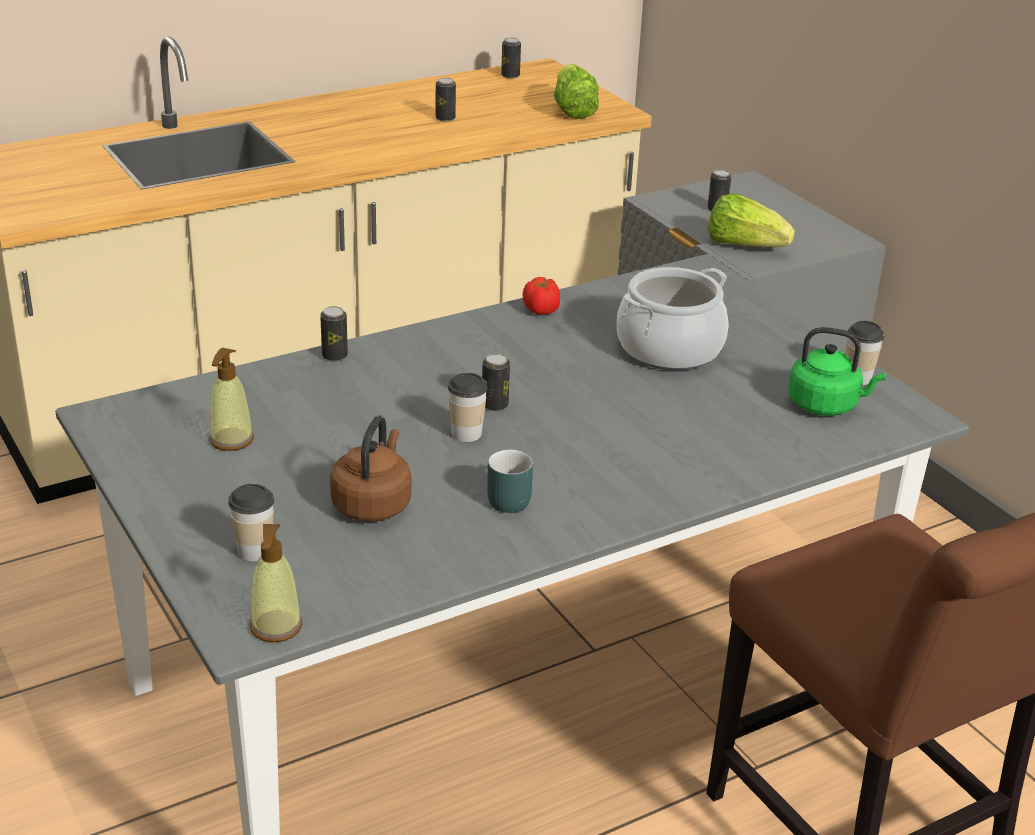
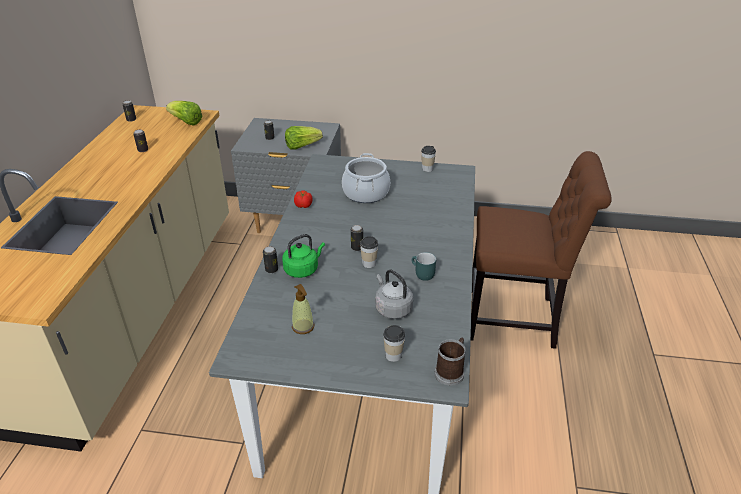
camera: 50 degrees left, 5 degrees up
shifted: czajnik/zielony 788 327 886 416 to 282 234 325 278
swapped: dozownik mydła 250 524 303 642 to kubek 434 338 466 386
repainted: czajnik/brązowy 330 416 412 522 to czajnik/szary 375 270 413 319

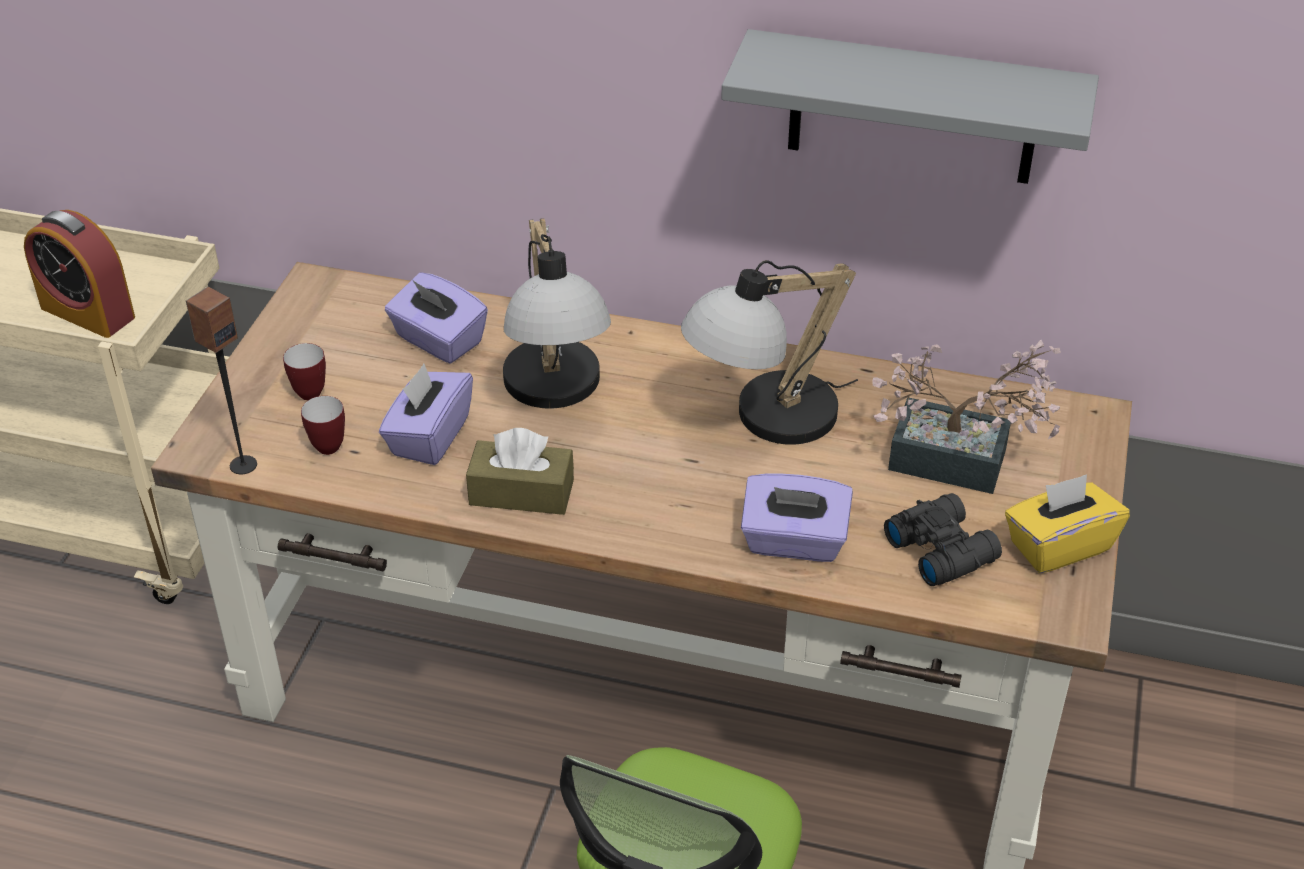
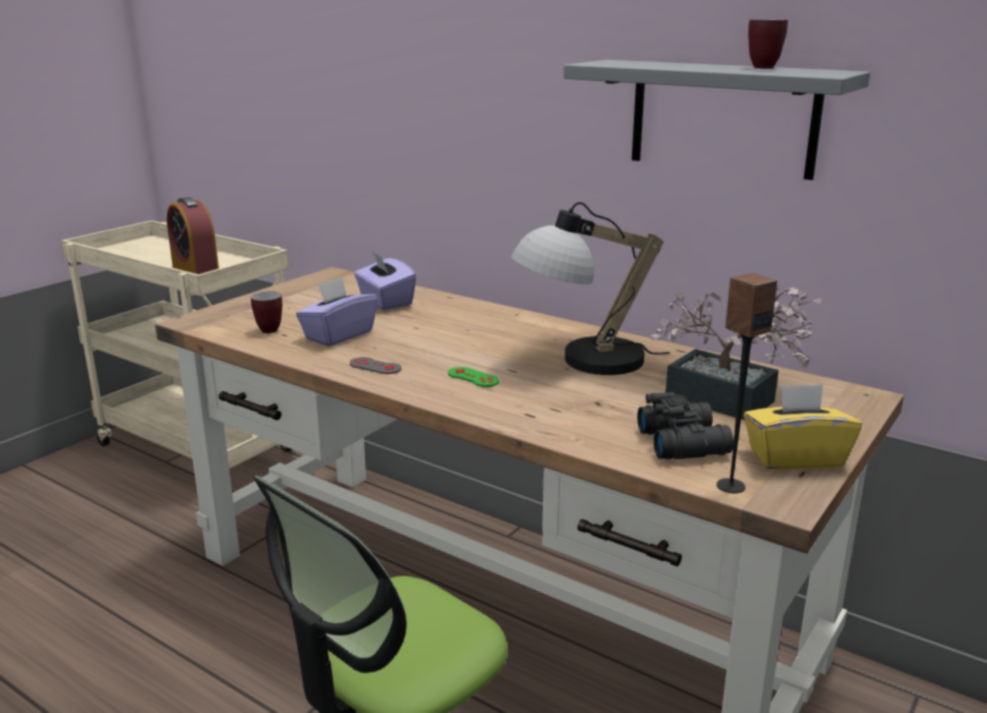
camera: 20 degrees right, 20 degrees down
gone: lampa stołowa 503 218 611 409; pudełko chusteczek/fioletowy 741 473 853 562
new: pad do gier/zielony 448 367 499 387
shifted: głośnik 186 287 257 474 to 716 273 777 493; kubek 283 343 326 400 to 748 19 788 69
swapped: pudełko chusteczek/brązowy 466 428 574 515 to pad do gier/szary 350 357 401 374

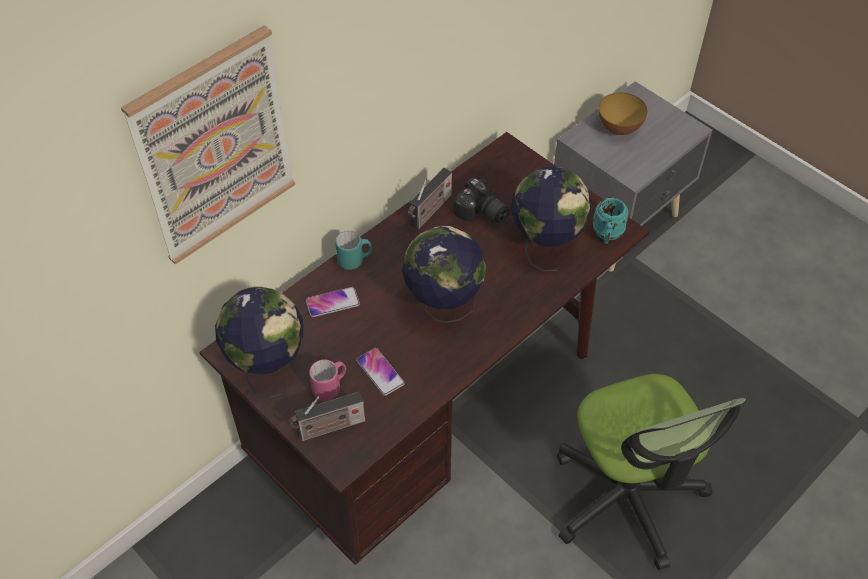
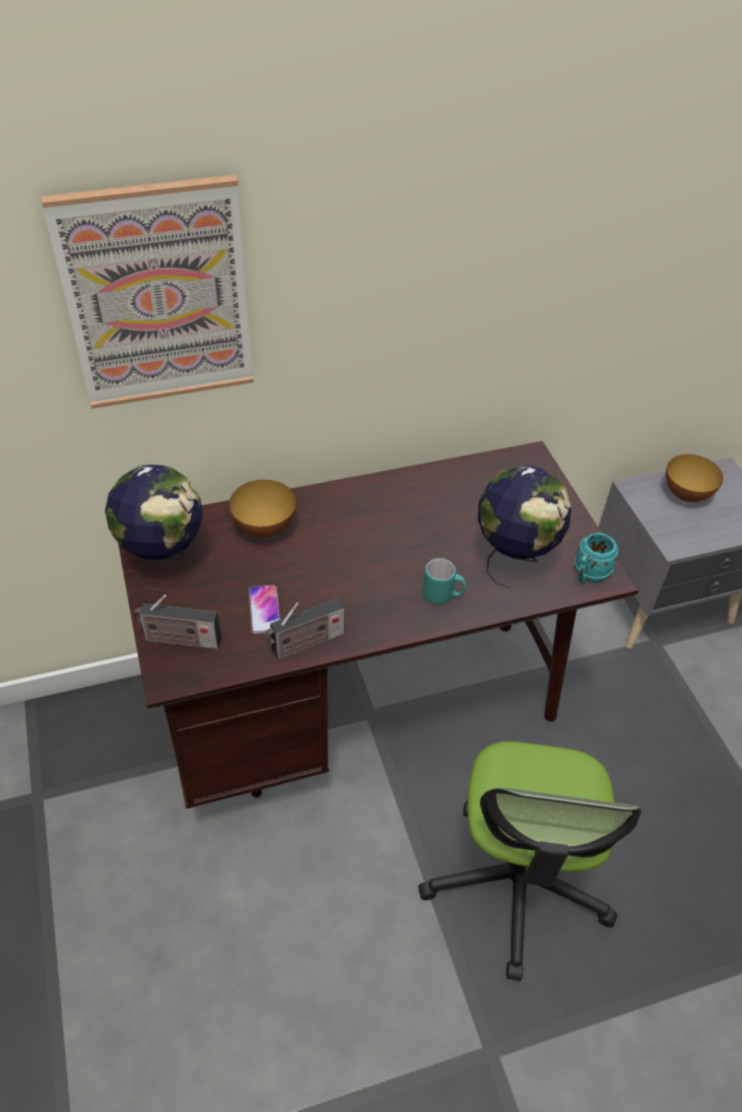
camera: 25 degrees right, 5 degrees down
gone: kubek/różowy 309 359 346 401; globus 402 226 486 323; aparat fotograficzny 453 178 510 224
shifted: radio 408 168 452 230 to 264 598 345 660; kubek/turkusowy 335 231 372 270 to 423 558 466 604
swapped: telefon 306 287 360 317 to miska 229 480 296 538

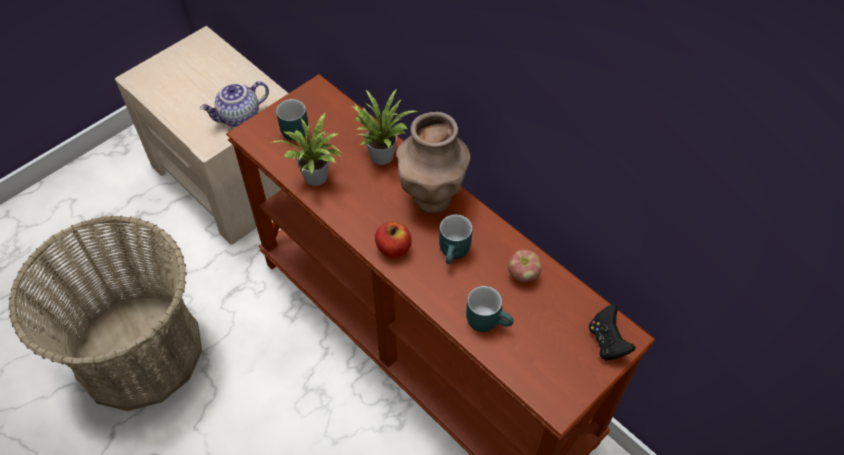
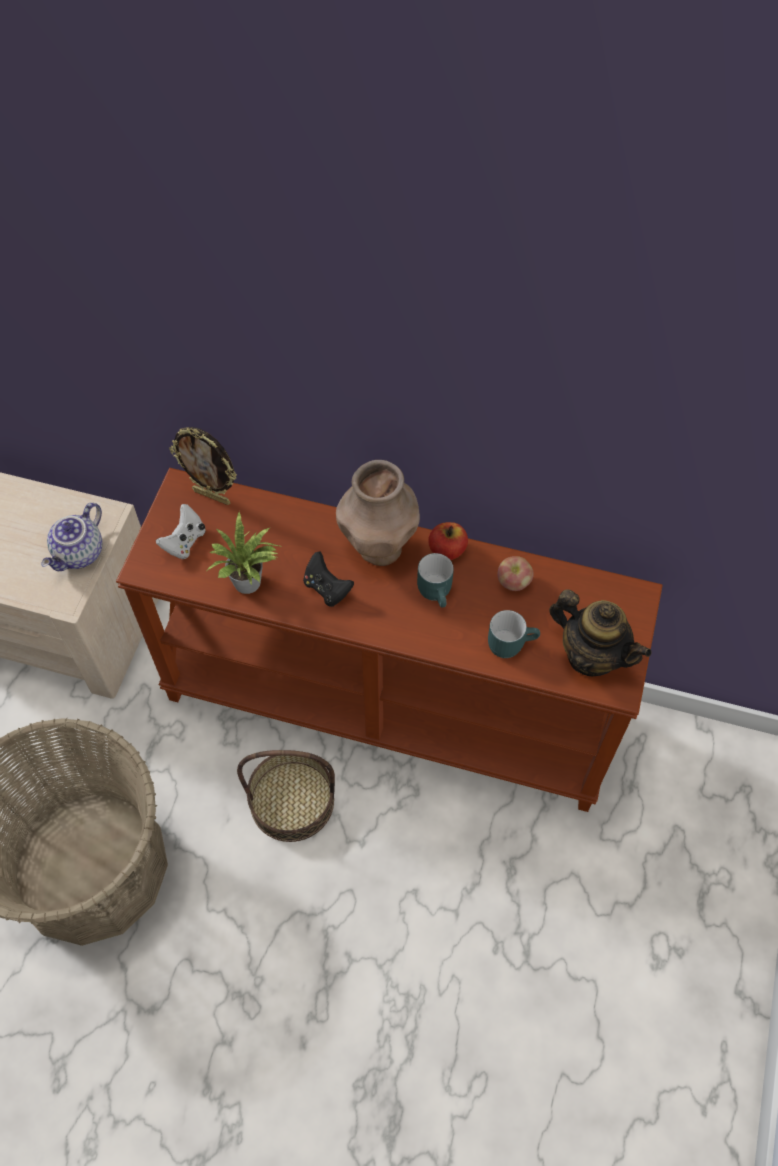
camera: 30 degrees left, 5 degrees up
gone: roślina doniczkowa 352 89 417 165
new: ramka na zdjęcie 169 427 237 505; koszyk 237 750 335 842; imbryk 549 589 652 676
shifted: pad do gier/czarny 589 304 636 361 to 303 552 354 607; jabłko 375 222 412 258 to 428 522 468 560
swapped: kubek/turkusowy 276 99 308 141 to pad do gier/biały 156 504 206 559

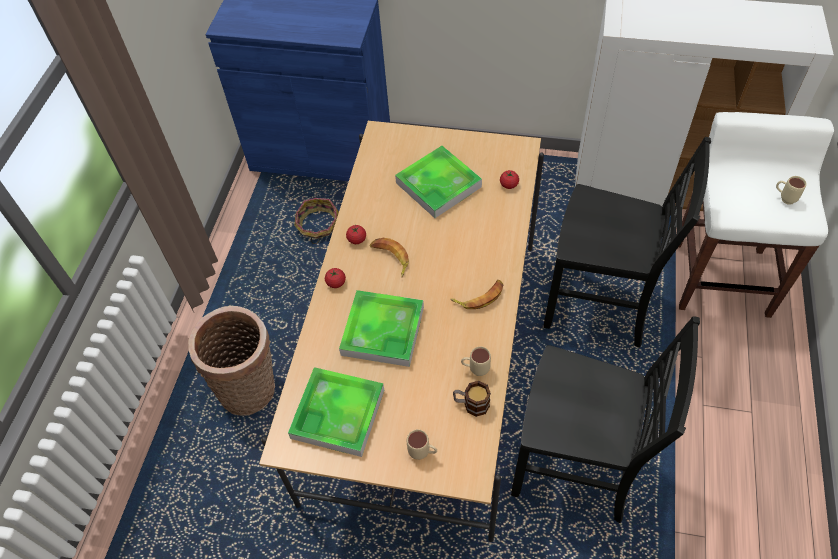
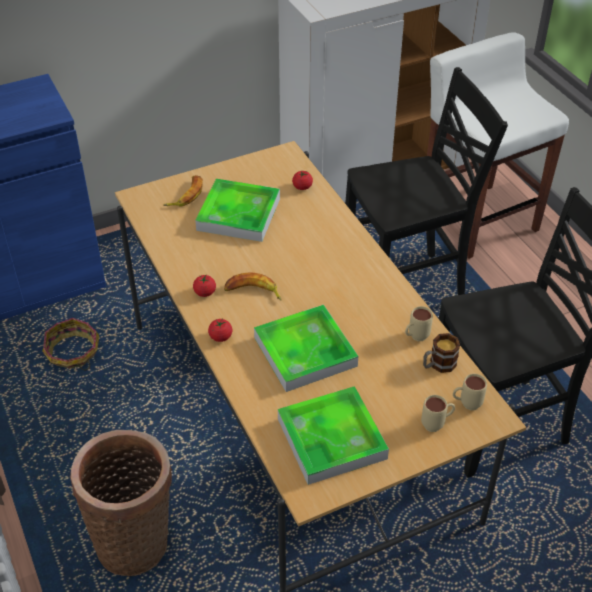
camera: 40 degrees left, 10 degrees down
shifted: banan 450 280 504 309 to 163 175 203 206; kubek/beżowy 776 176 806 205 to 453 374 487 410

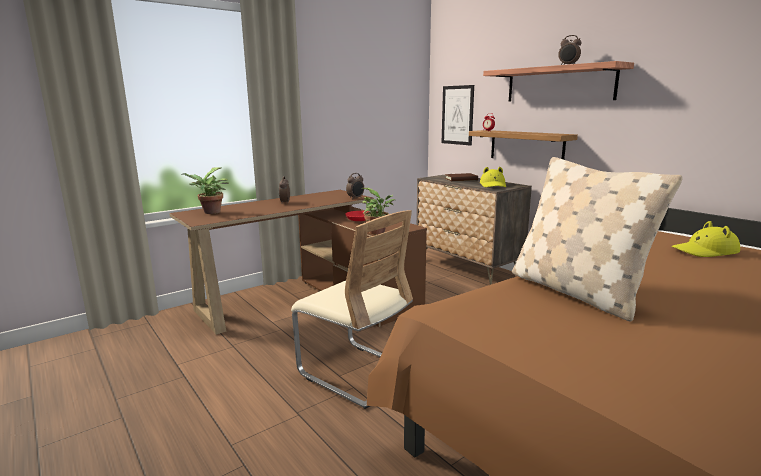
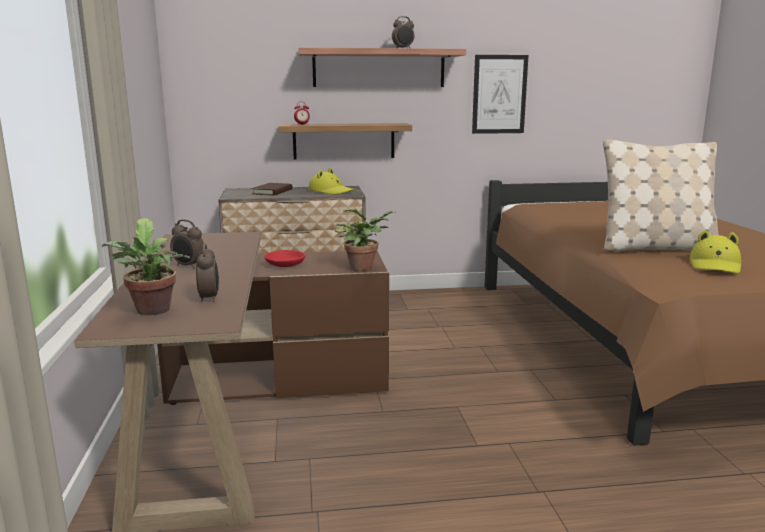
camera: 60 degrees left, 0 degrees up
gone: krzesło/beżowy 291 210 413 409
shifted: budzik 346 173 364 198 to 196 243 219 302; obraz 442 85 474 146 to 472 55 529 134; kapelusz/żółty 672 221 740 257 to 690 230 741 273

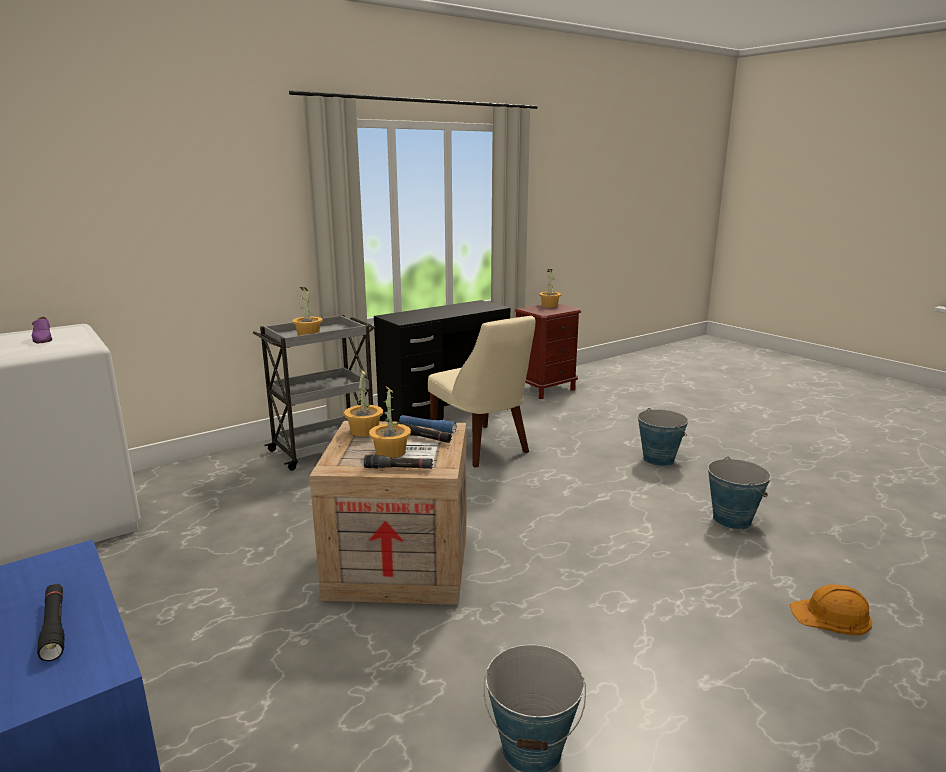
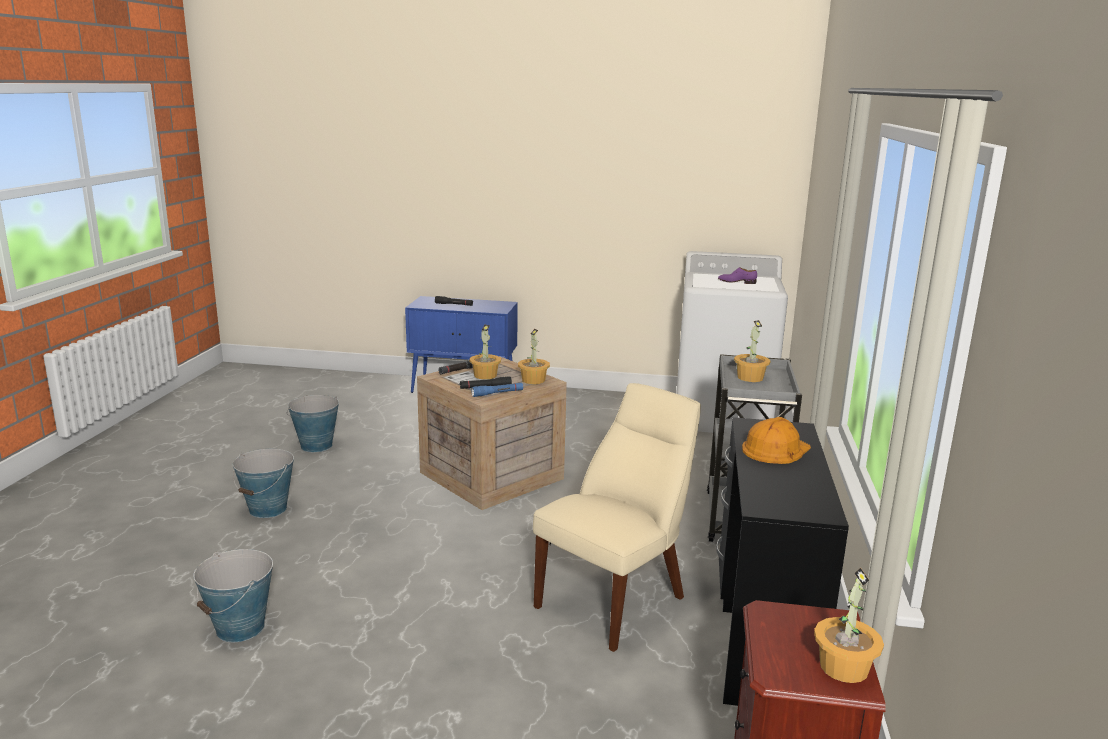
camera: 135 degrees right, 0 degrees up
shifted: wiadro 638 408 688 466 to 233 449 294 518; kask/pomarańczowy 790 585 872 636 to 742 417 811 464
rotated: krzesło/beżowy 428 316 535 468 = 533 383 701 652 120 degrees clockwise

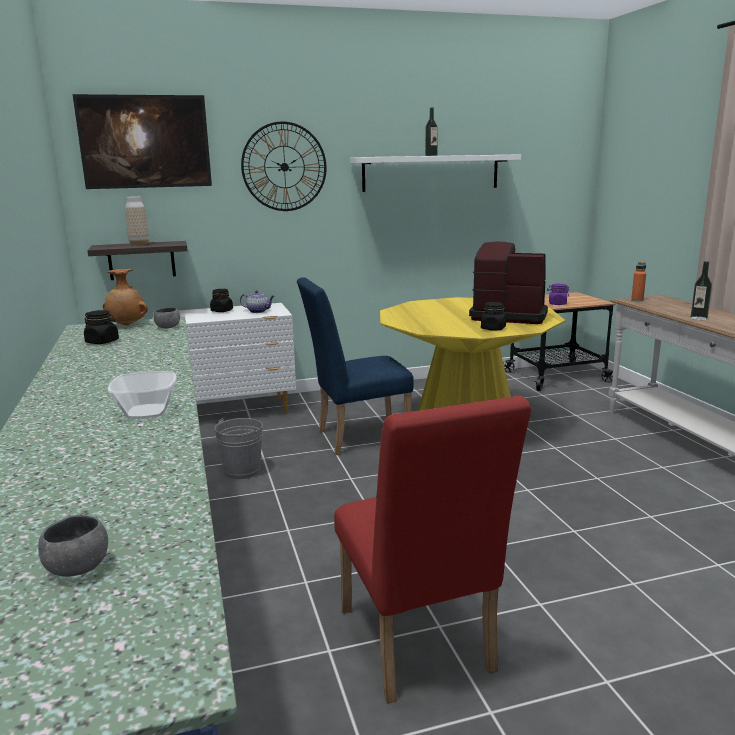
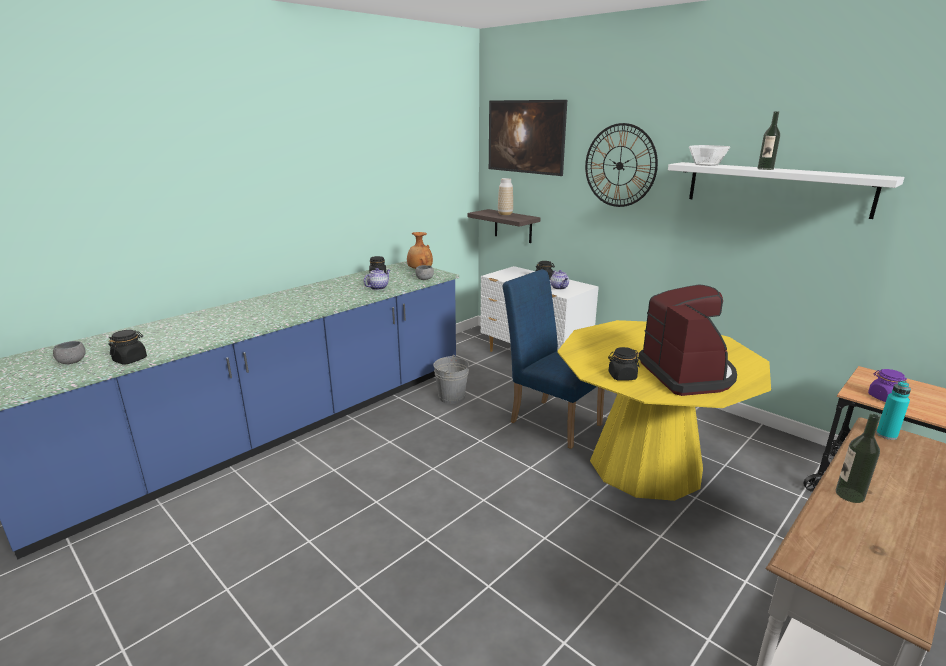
camera: 60 degrees right, 5 degrees up
gone: krzesło/czerwony 334 396 531 704
new: słoik/czarny 108 330 147 365; imbryk 364 268 390 290
shifted: miska 108 371 177 419 to 689 145 730 166
repainted: butelka/pomarańczowy 631 262 646 301 to butelka/turkusowy 876 381 911 440

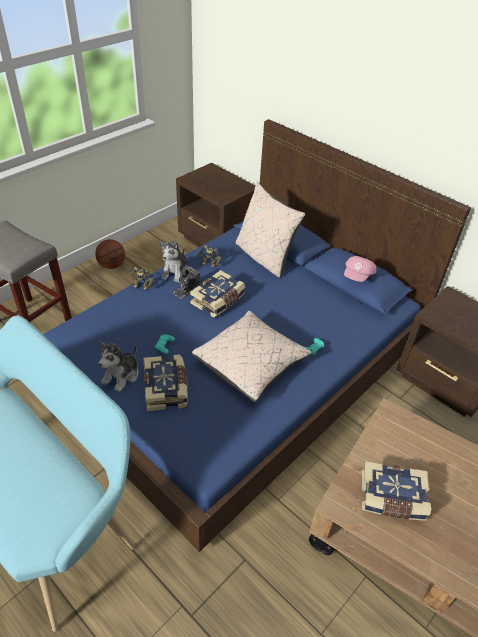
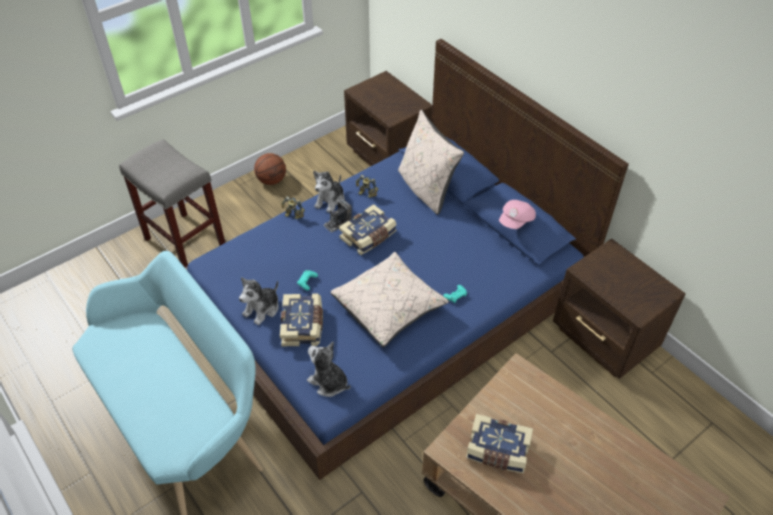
camera: 10 degrees right, 5 degrees up
new: pluszak 307 342 350 397

